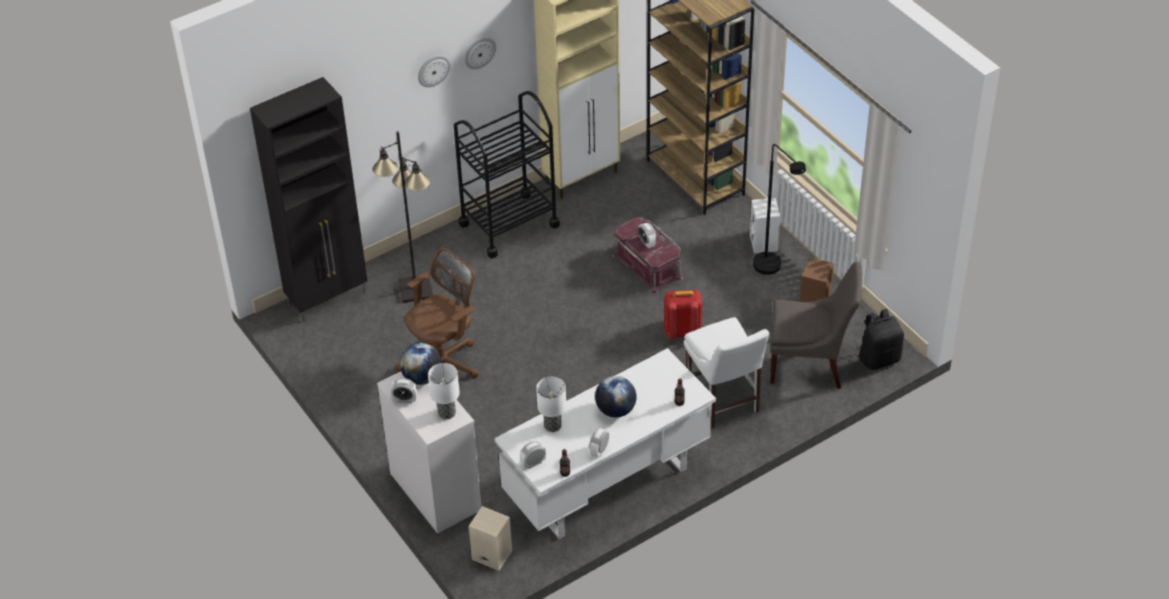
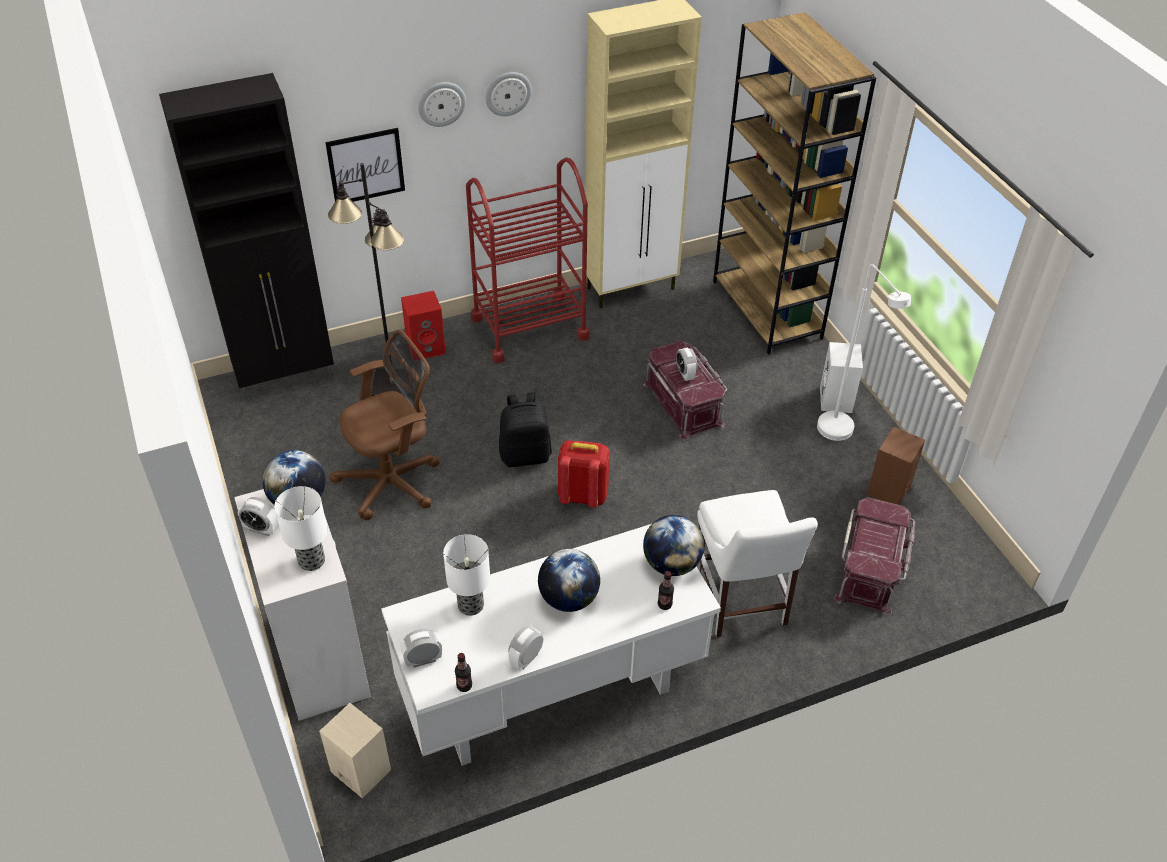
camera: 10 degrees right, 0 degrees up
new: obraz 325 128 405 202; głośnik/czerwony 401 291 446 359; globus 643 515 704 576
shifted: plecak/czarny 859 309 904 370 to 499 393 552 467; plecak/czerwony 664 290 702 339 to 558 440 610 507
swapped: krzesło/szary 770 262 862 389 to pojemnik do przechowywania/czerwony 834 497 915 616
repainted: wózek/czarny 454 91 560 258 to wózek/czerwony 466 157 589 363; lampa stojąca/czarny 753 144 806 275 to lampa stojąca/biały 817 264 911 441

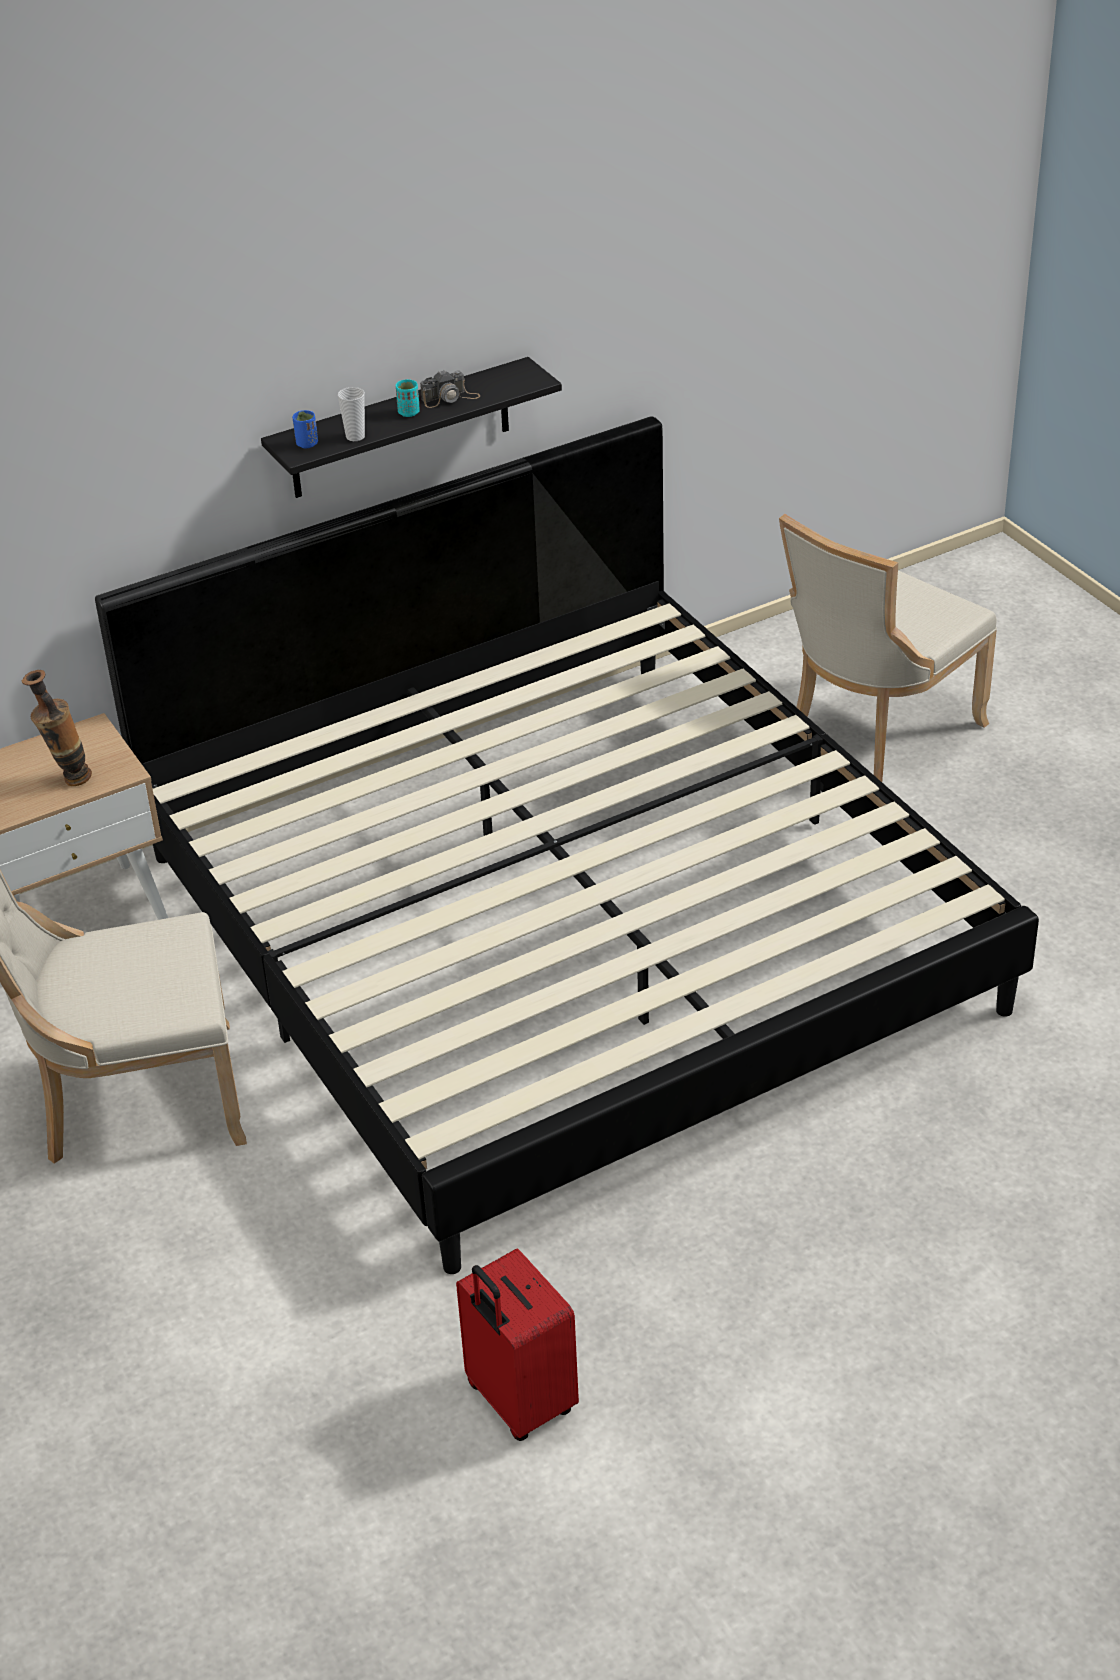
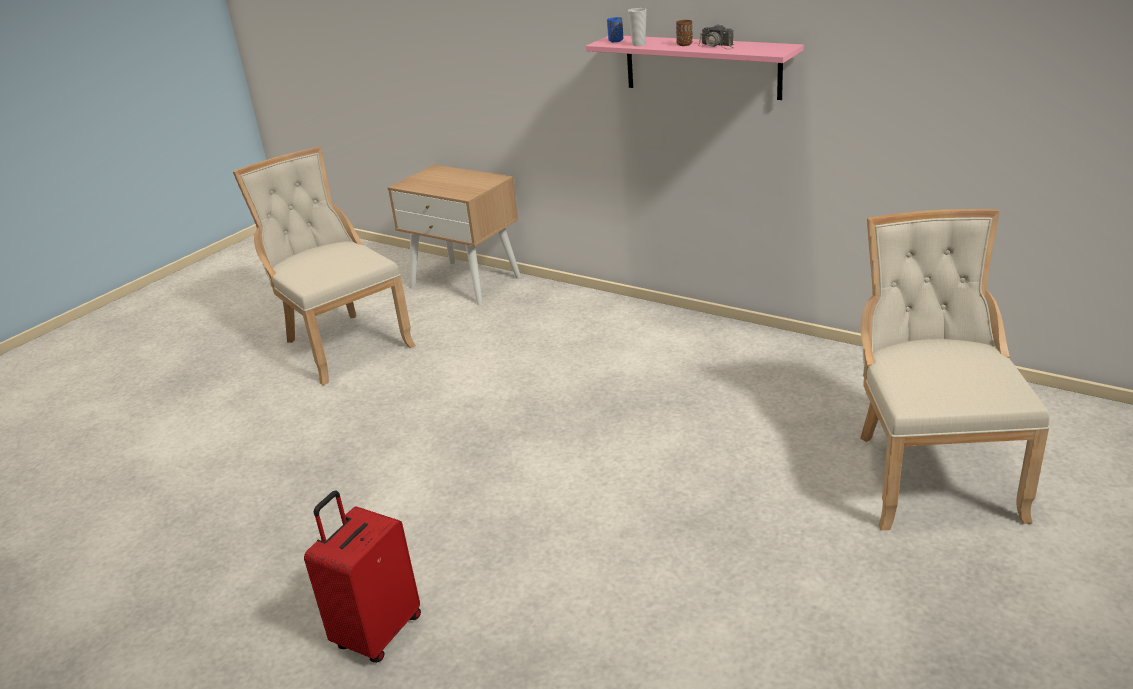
camera: 65 degrees right, 10 degrees down
gone: wazon 22 670 92 786; łóżko 95 416 1039 1274
shifted: walizka/czerwony 456 1248 579 1441 to 304 491 421 663
repainted: półka/czarny 261 357 562 498 to półka/różowy 586 36 804 100; filiżanka/turkusowy 396 379 420 417 to filiżanka/brązowy 676 20 692 46
rotated: krzesło/beżowy 779 514 997 782 = 860 209 1050 530 75 degrees clockwise

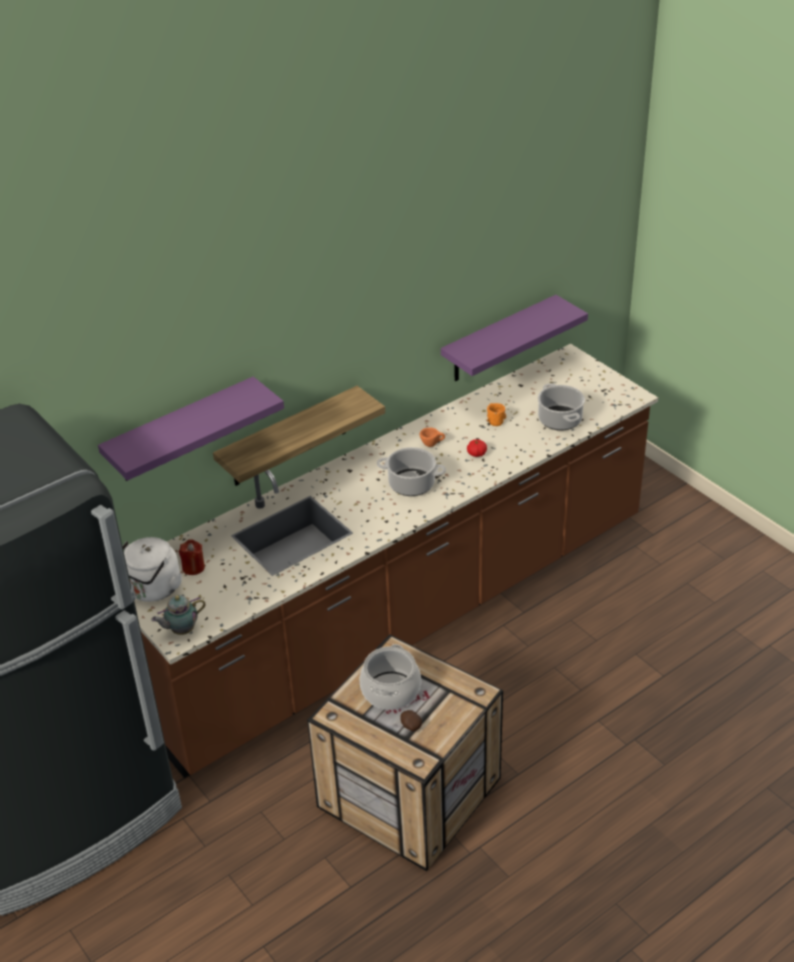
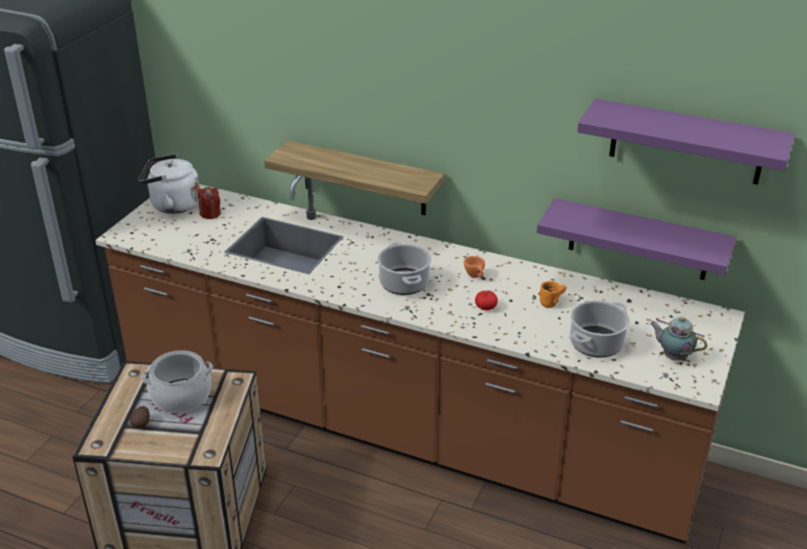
camera: 60 degrees right, 5 degrees down
shifted: półka/fioletowy 98 377 284 481 to 577 99 795 185; imbryk 151 595 206 635 to 650 316 707 361

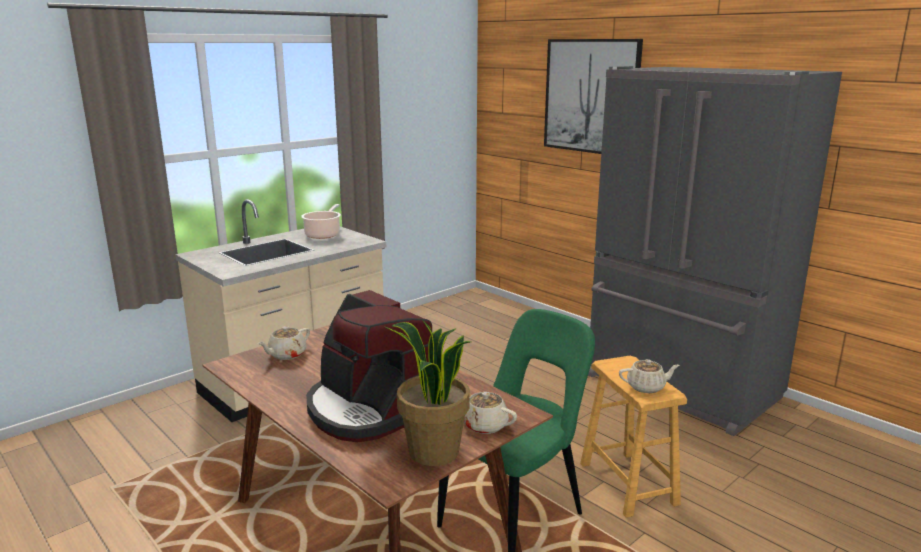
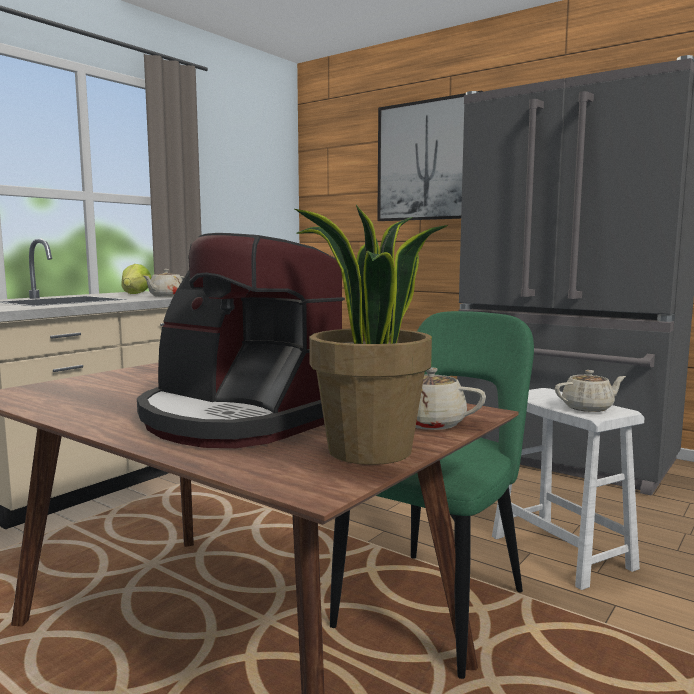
camera: 10 degrees left, 10 degrees down
shifted: imbryk/beżowy 258 326 310 360 to 144 269 184 297
swapped: garnek 301 204 341 239 to sałata 122 264 152 294
repainted: stołek/brązowy 580 356 687 518 to stołek/biały 492 388 645 590

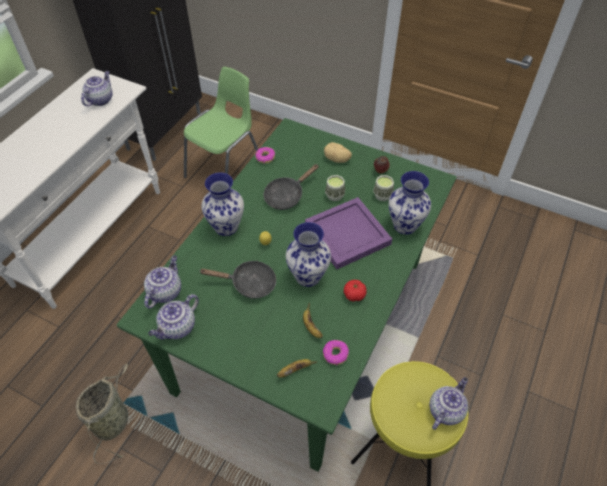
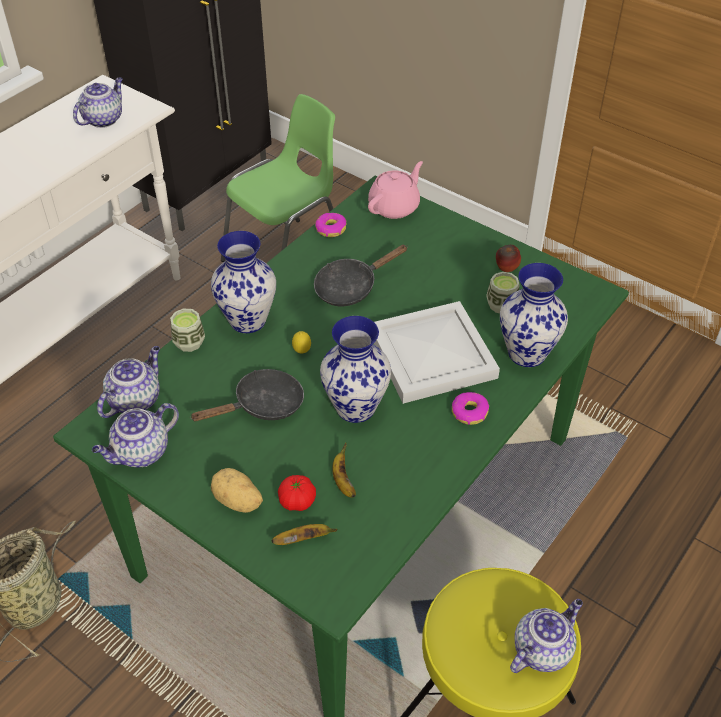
camera: 10 degrees right, 5 degrees down
new: imbryk/różowy 368 161 423 219
shifted: filiżanka 325 175 345 201 to 170 309 205 352; ziemniak 324 142 352 163 to 211 468 263 513; pomidor 344 280 367 301 to 278 475 316 511; donut 323 340 349 365 to 452 392 489 425
repainted: taca/fioletowy 305 197 392 269 to taca/biały 374 301 500 404
rotated: patelnia/czarny 200 260 276 299 = 190 369 304 421 45 degrees counterclockwise

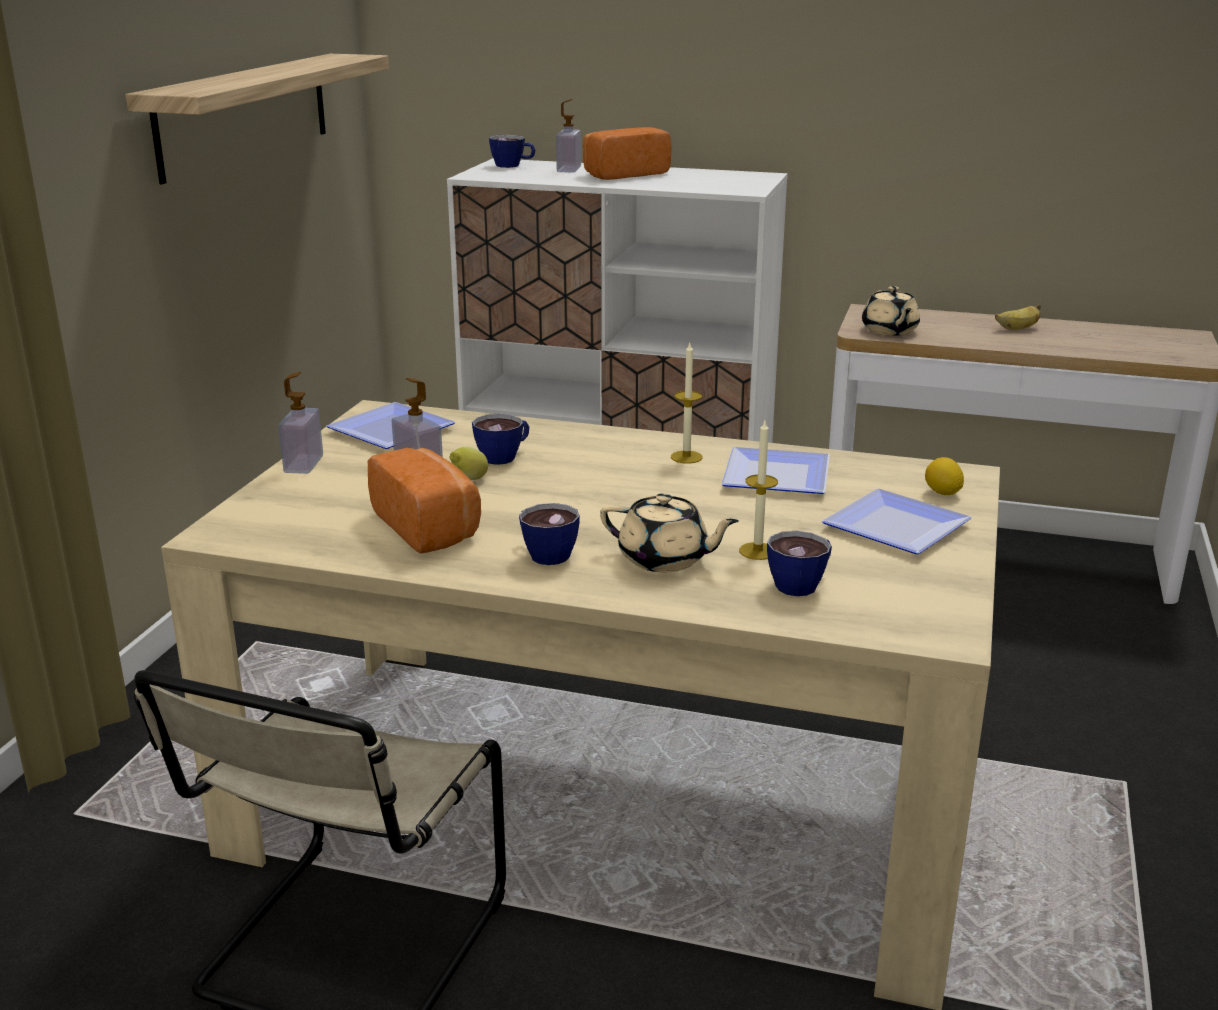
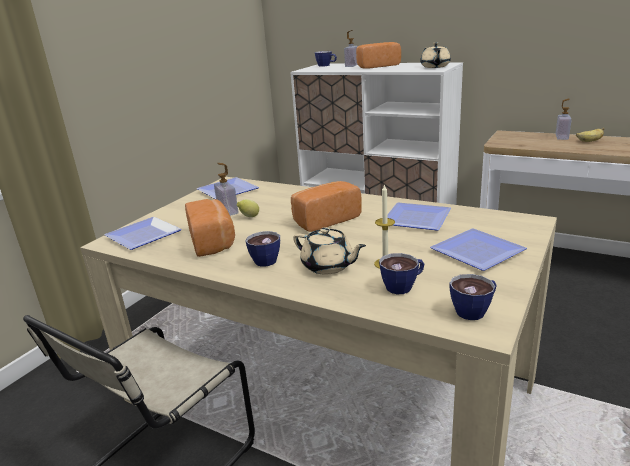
camera: 15 degrees right, 0 degrees up
gone: półka 126 54 389 184; świeca 671 343 703 464; cytryna 925 457 964 495
new: talerz 104 217 182 250; chleb 291 181 362 232
shifted: imbryk/beżowy 862 286 920 336 to 420 42 451 68; filiżanka 472 413 529 465 to 450 274 496 320; dozownik mydła 278 372 323 474 to 556 98 571 140

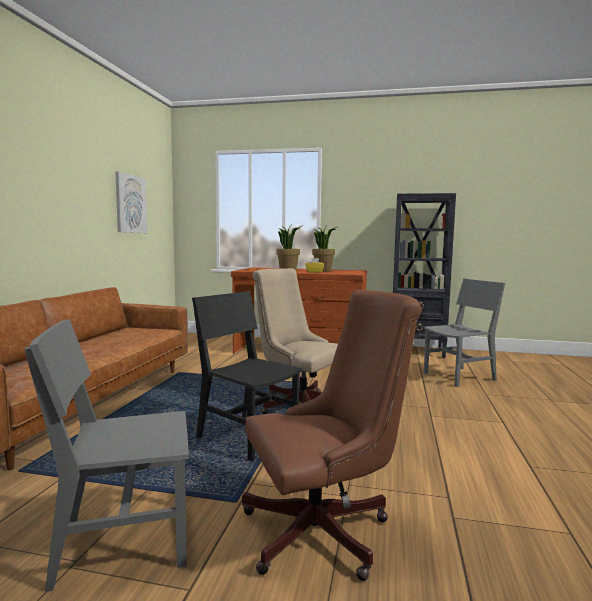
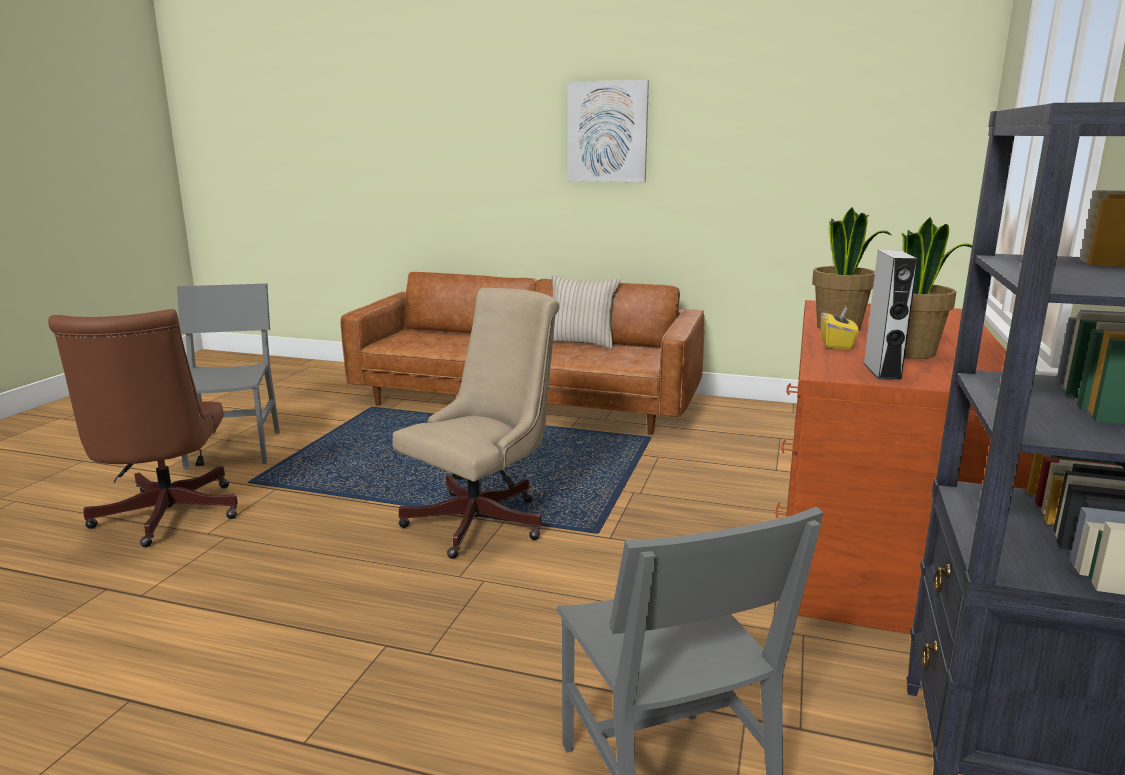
camera: 95 degrees right, 10 degrees up
gone: krzesło/czarny 192 291 302 461
new: poduszka/beżowy 551 275 621 349; głośnik/szary 863 250 918 380
shifted: obraz 115 172 147 233 to 568 80 649 182

